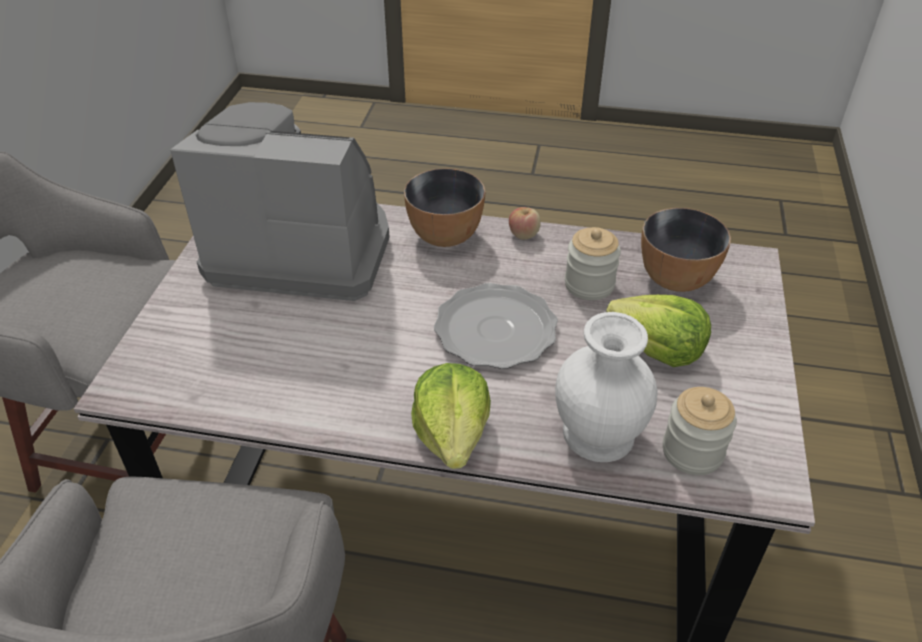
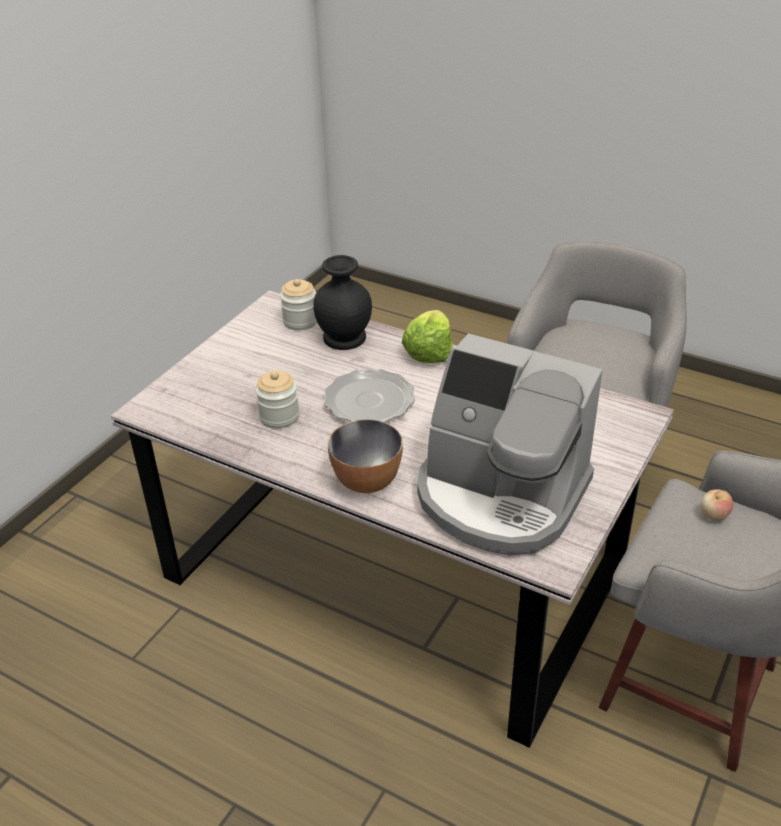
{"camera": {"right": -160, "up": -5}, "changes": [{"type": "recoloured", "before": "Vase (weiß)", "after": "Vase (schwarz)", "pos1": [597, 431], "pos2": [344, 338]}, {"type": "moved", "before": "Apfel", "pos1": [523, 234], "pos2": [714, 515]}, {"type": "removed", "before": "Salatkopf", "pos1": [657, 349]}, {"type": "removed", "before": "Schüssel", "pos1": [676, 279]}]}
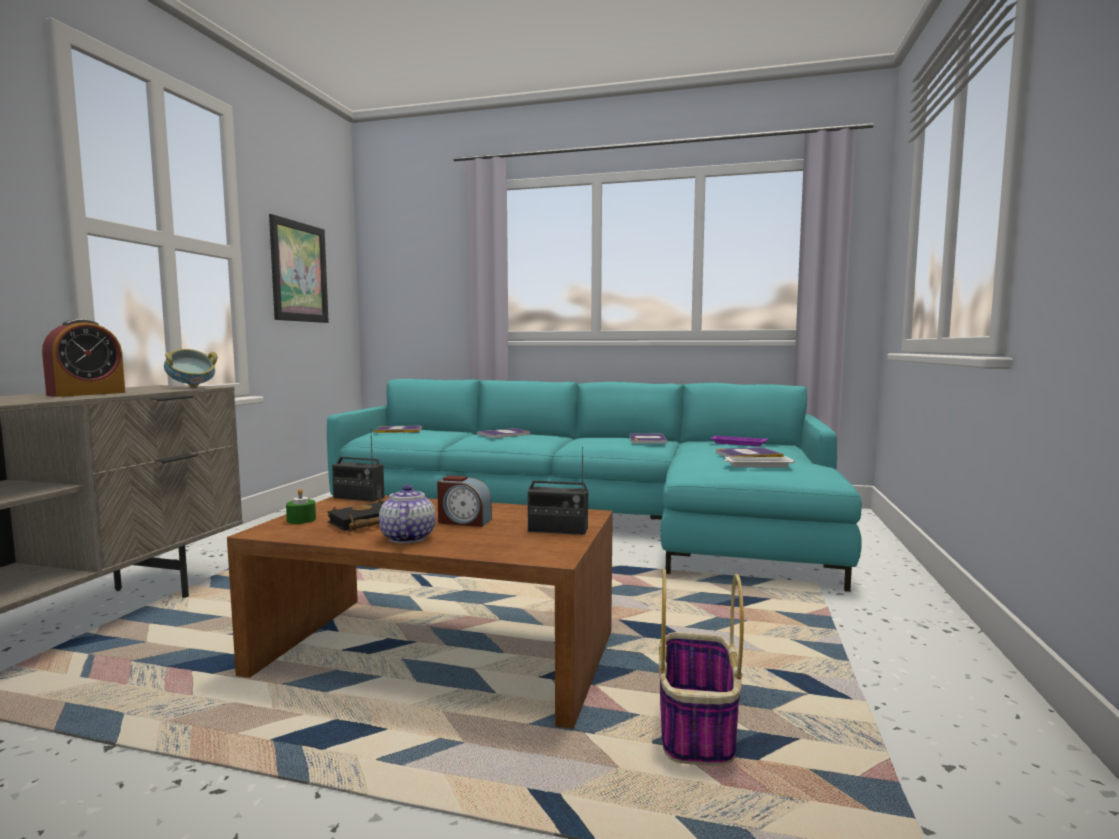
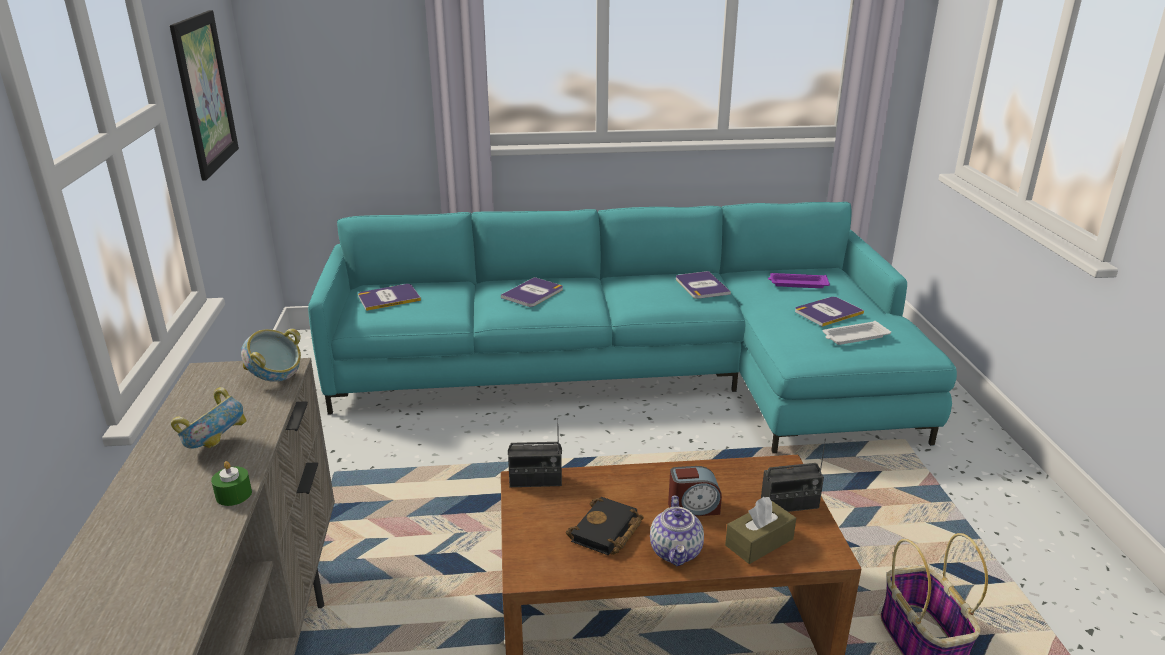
{"camera": {"right": -20, "up": 20}, "changes": [{"type": "replaced", "before": "Wecker", "after": "Schüssel", "pos1": [87, 394], "pos2": [217, 447]}, {"type": "moved", "before": "Kerze (grün)", "pos1": [301, 520], "pos2": [233, 495]}, {"type": "turned", "before": "Teekanne", "pos1": [407, 537], "pos2": [676, 552], "turn": -150}, {"type": "added", "after": "Taschentuchbox (braun)", "pos2": [759, 542]}]}
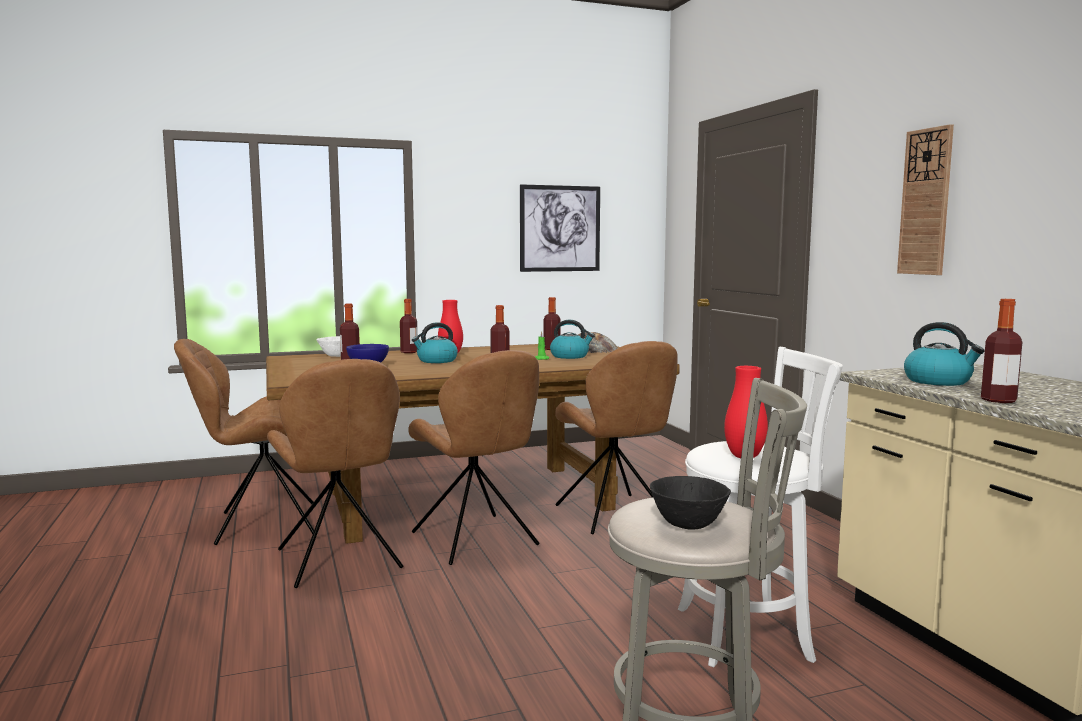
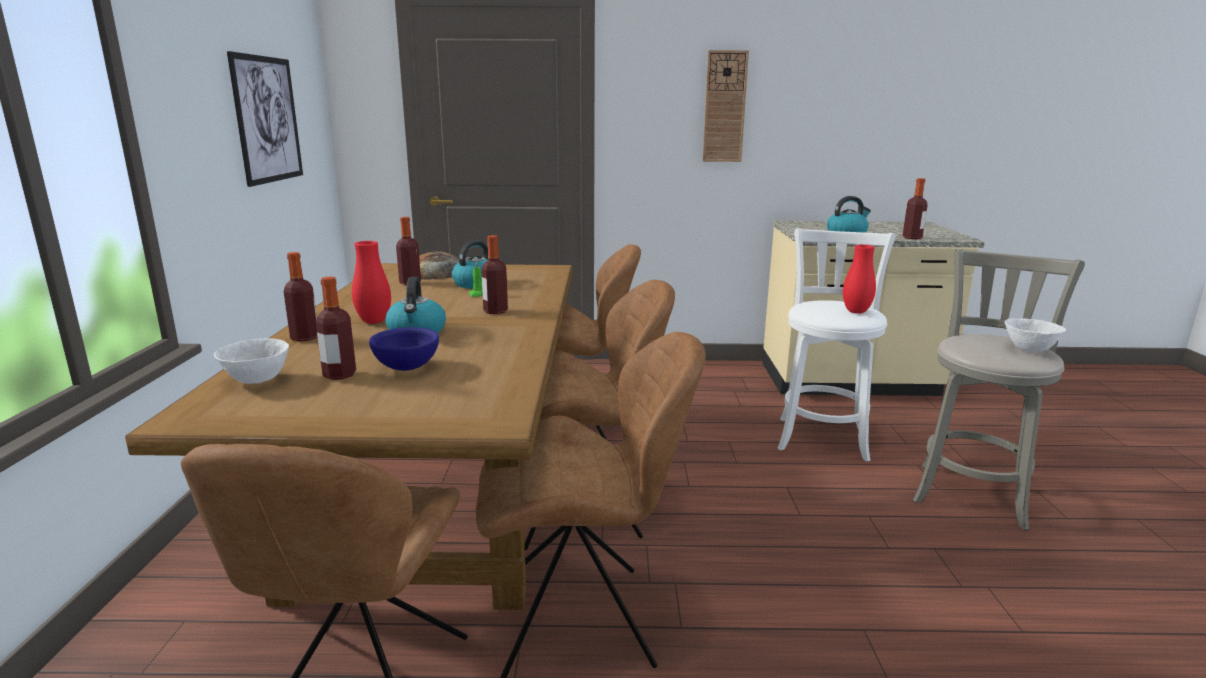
{"camera": {"right": -70, "up": 10}, "changes": [{"type": "recoloured", "before": "Schüssel (schwarz)", "after": "Schüssel (weiß)", "pos1": [688, 525], "pos2": [1028, 350]}]}
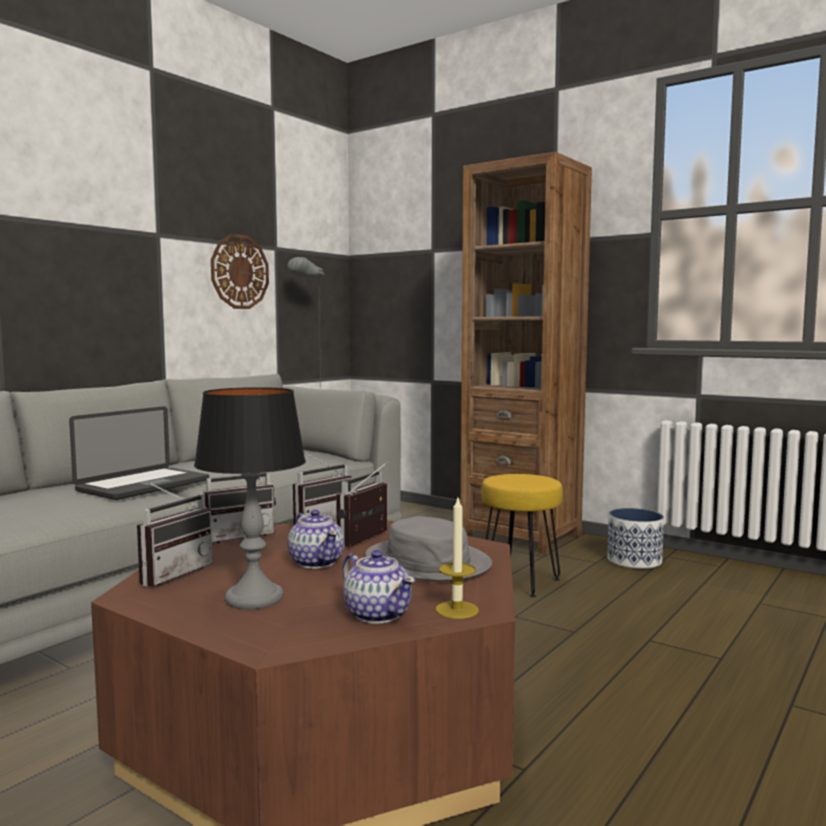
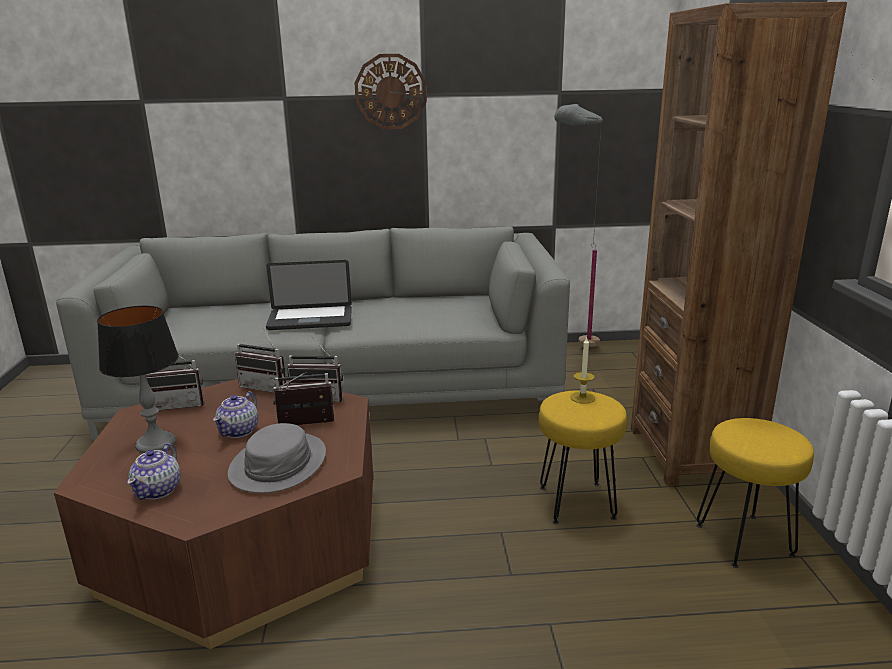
{"camera": {"right": 50, "up": 15}, "changes": [{"type": "moved", "before": "Wanduhr", "pos1": [239, 272], "pos2": [390, 92]}, {"type": "moved", "before": "Kerze", "pos1": [457, 610], "pos2": [582, 397]}, {"type": "replaced", "before": "Pflanzkübel", "after": "Hocker (gelb)", "pos1": [634, 561], "pos2": [744, 541]}]}
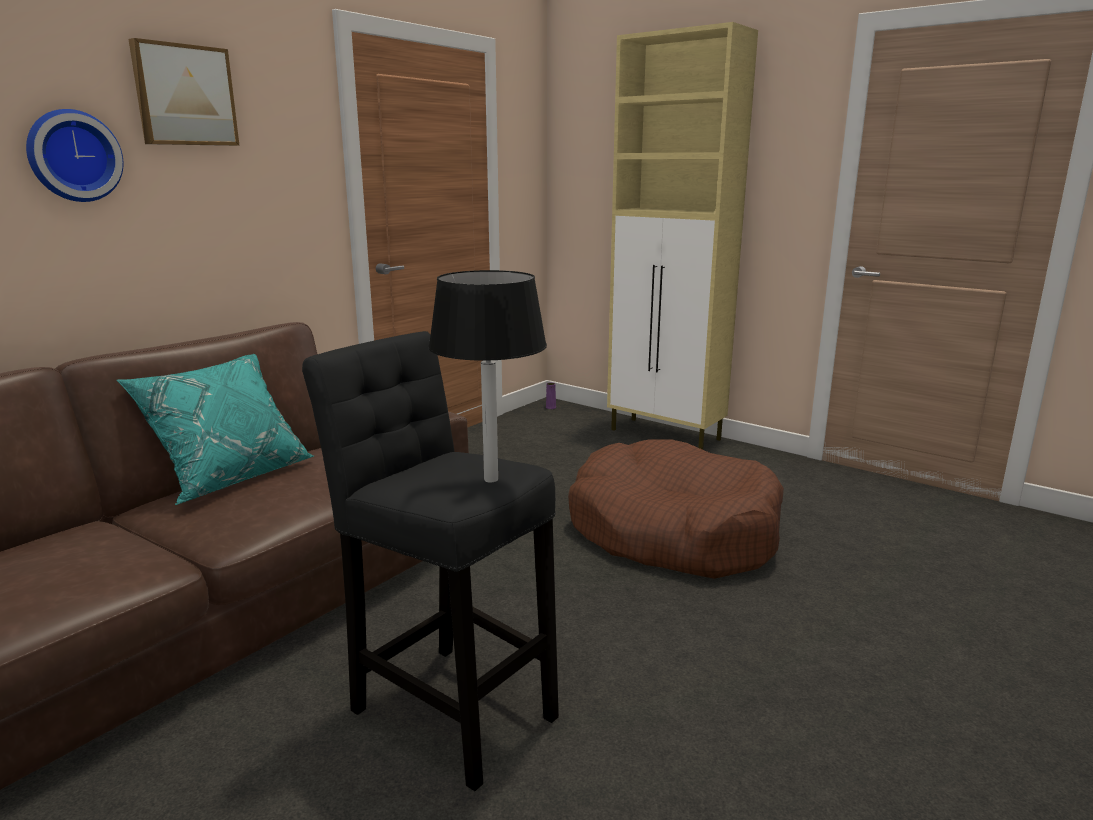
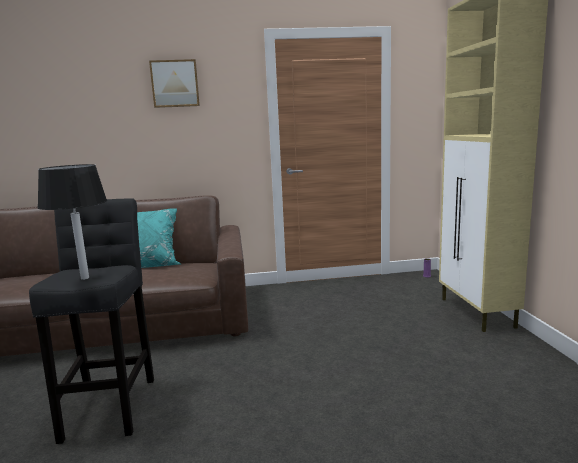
{"camera": {"right": 45, "up": -5}, "changes": [{"type": "removed", "before": "Wanduhr", "pos1": [73, 156]}, {"type": "removed", "before": "Hundebett (braun)", "pos1": [672, 531]}]}
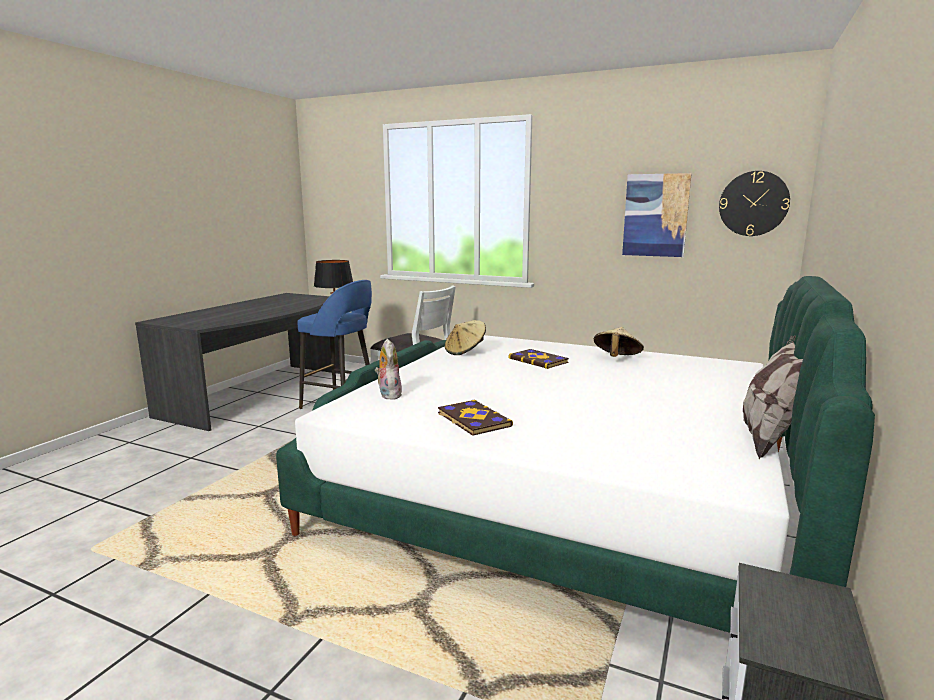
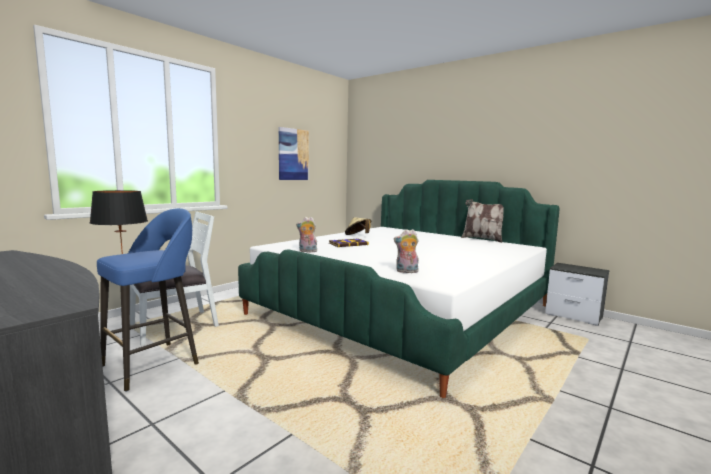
{"camera": {"right": -75, "up": -5}, "changes": [{"type": "replaced", "before": "Hut (beige)", "after": "Plüschtier", "pos1": [465, 351], "pos2": [307, 251]}, {"type": "removed", "before": "Buch", "pos1": [472, 420]}, {"type": "removed", "before": "Wanduhr", "pos1": [753, 203]}]}
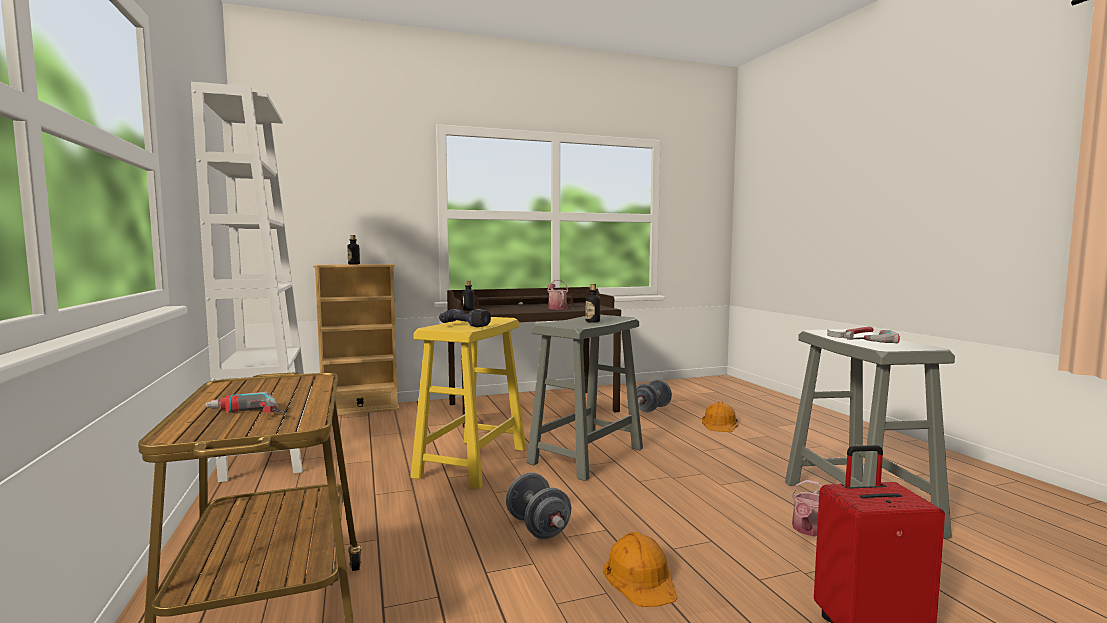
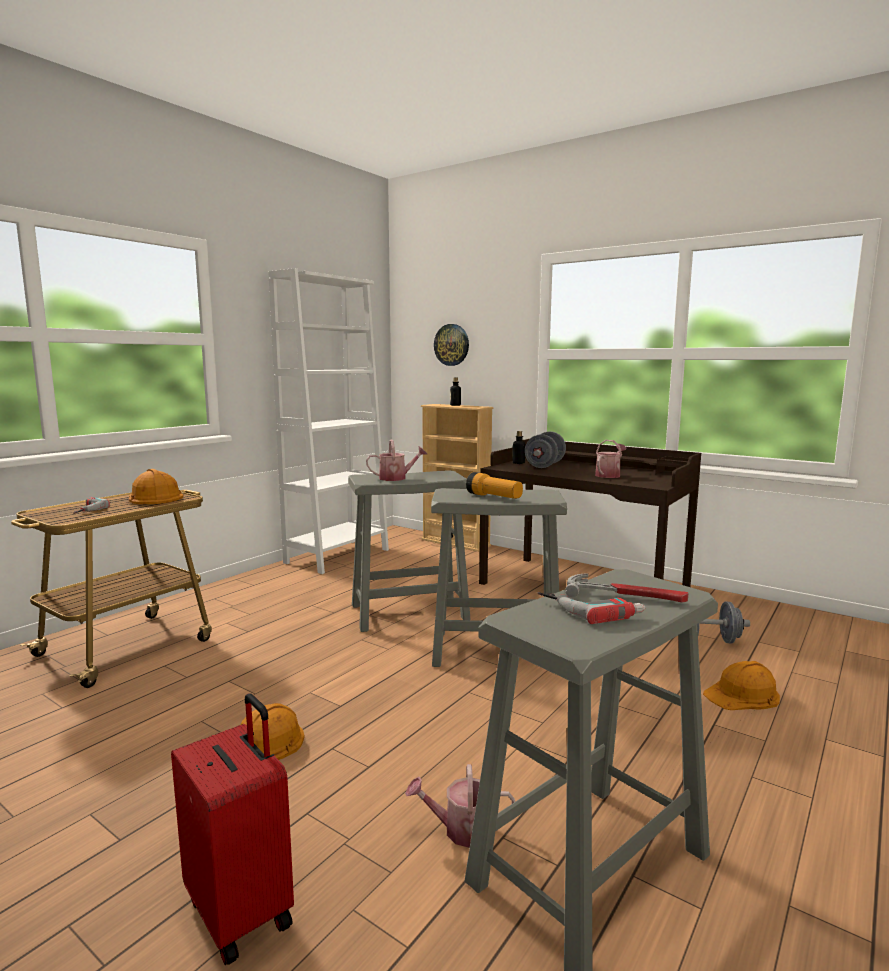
{"camera": {"right": 55, "up": 5}, "changes": [{"type": "added", "after": "Schutzhelm (orange)", "pos2": [153, 497]}, {"type": "recoloured", "before": "Hocker (gelb)", "after": "Hocker (grau)", "pos1": [472, 462], "pos2": [410, 612]}, {"type": "replaced", "before": "Bohrmaschine", "after": "Gießkanne", "pos1": [468, 324], "pos2": [396, 478]}, {"type": "added", "after": "Wanduhr", "pos2": [451, 345]}, {"type": "replaced", "before": "Flasche", "after": "Taschenlampe", "pos1": [592, 321], "pos2": [494, 497]}, {"type": "moved", "before": "Hantel (grau)", "pos1": [538, 527], "pos2": [545, 465]}]}
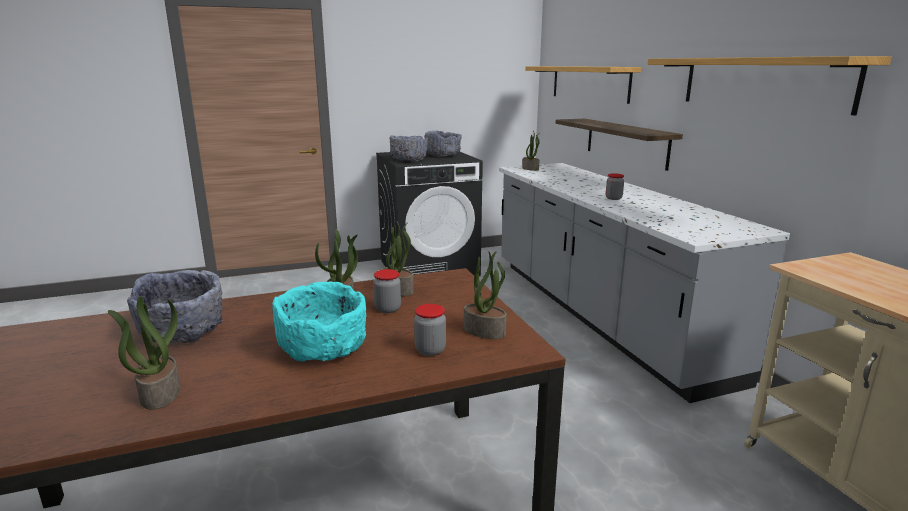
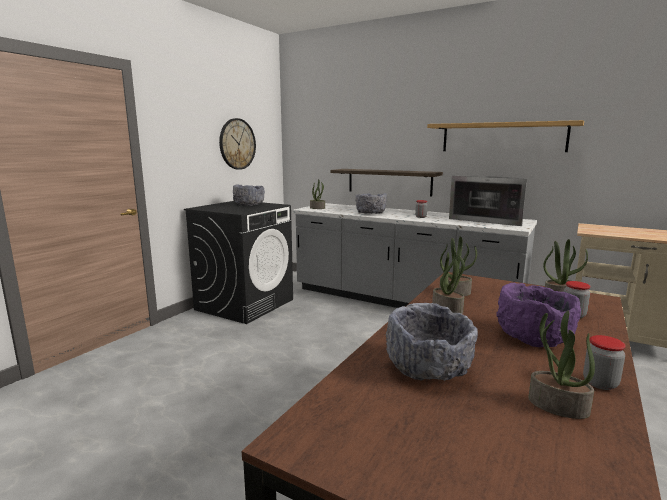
{"camera": {"right": -40, "up": -5}, "changes": [{"type": "added", "after": "Wanduhr", "pos2": [237, 144]}, {"type": "moved", "before": "Schüssel (grau)", "pos1": [408, 160], "pos2": [370, 213]}, {"type": "added", "after": "Mikrowelle", "pos2": [489, 219]}, {"type": "recoloured", "before": "Schüssel (türkis)", "after": "Schüssel (lila)", "pos1": [324, 348], "pos2": [533, 336]}, {"type": "moved", "before": "Vorratsglas", "pos1": [388, 309], "pos2": [600, 383]}, {"type": "removed", "before": "Wandregal", "pos1": [589, 83]}]}
